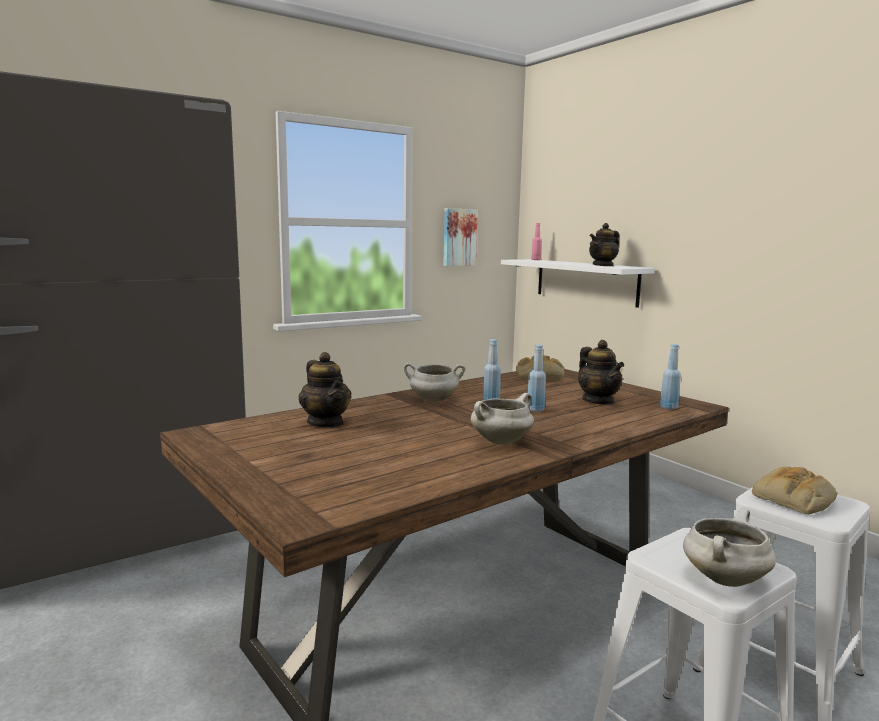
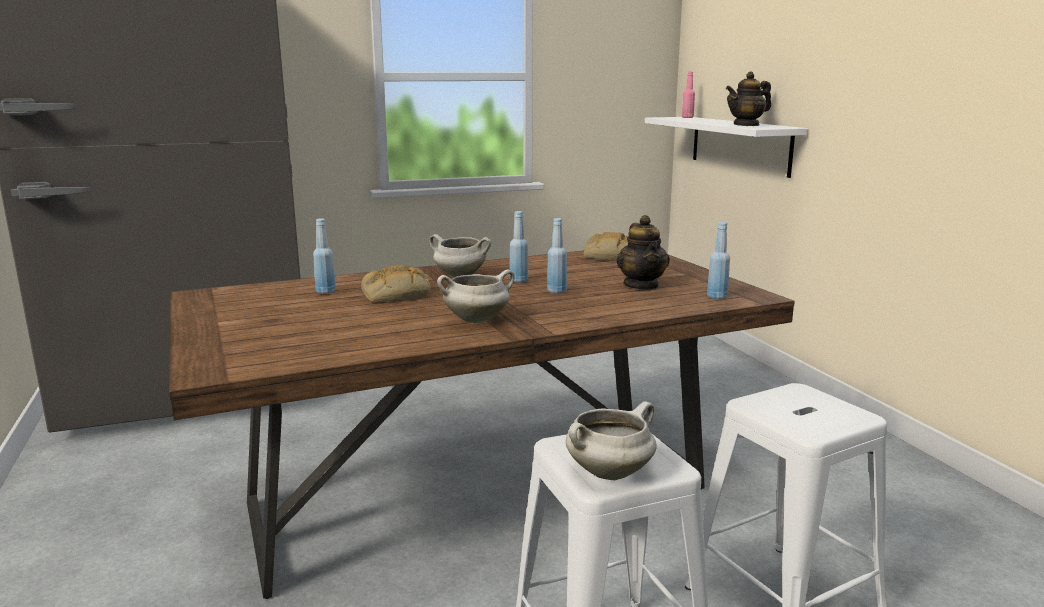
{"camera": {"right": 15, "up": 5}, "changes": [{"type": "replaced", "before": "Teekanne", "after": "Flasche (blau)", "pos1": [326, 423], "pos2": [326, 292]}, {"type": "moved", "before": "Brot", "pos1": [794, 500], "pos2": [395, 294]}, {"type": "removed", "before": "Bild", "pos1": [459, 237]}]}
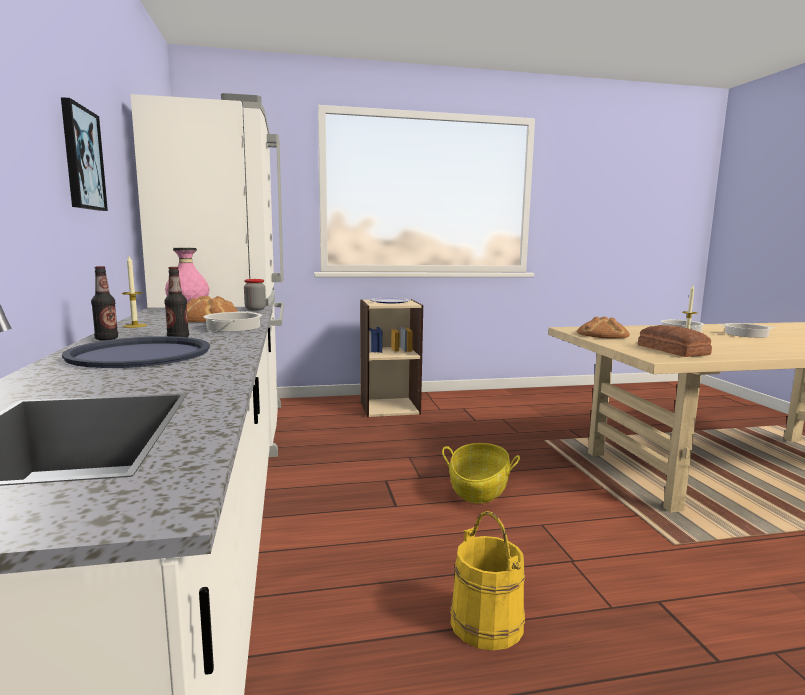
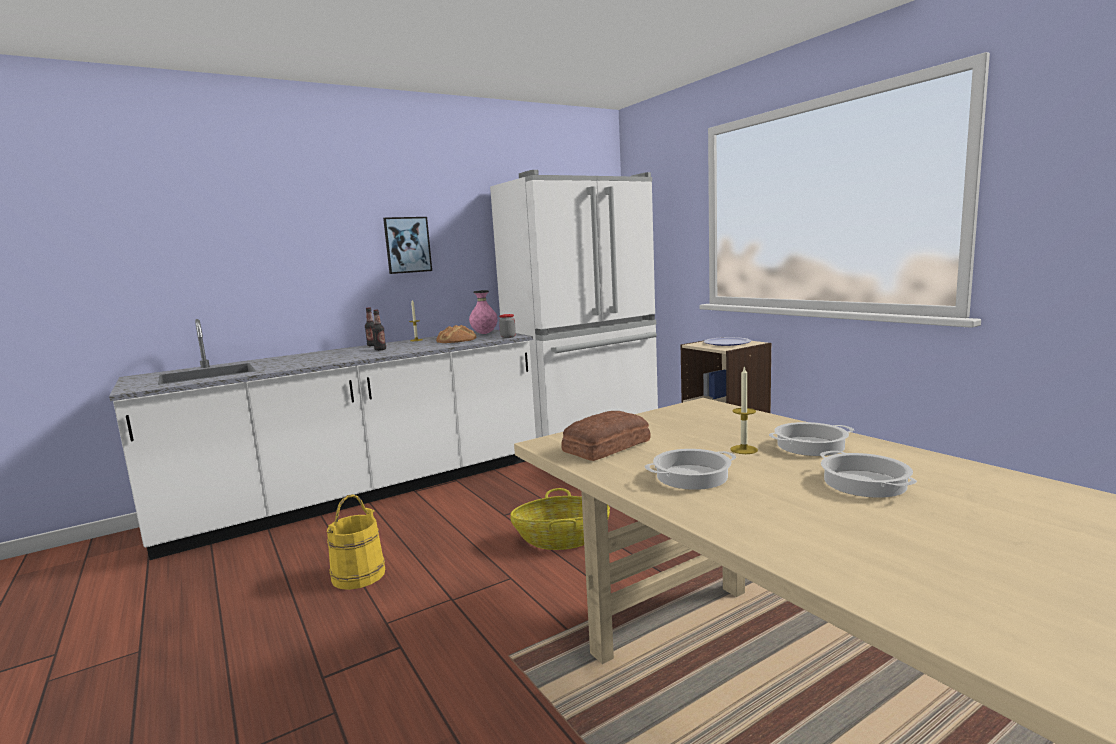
{"camera": {"right": 70, "up": 0}, "changes": [{"type": "moved", "before": "Kochtopf", "pos1": [233, 327], "pos2": [691, 476]}, {"type": "removed", "before": "Tablett (blau)", "pos1": [140, 354]}, {"type": "removed", "before": "Brot", "pos1": [602, 334]}]}
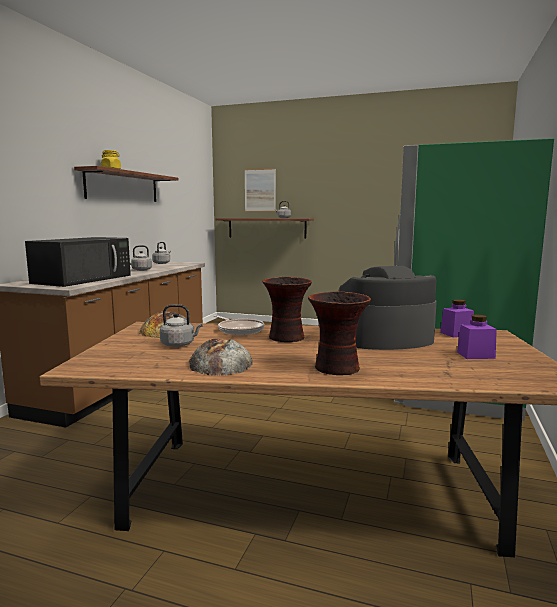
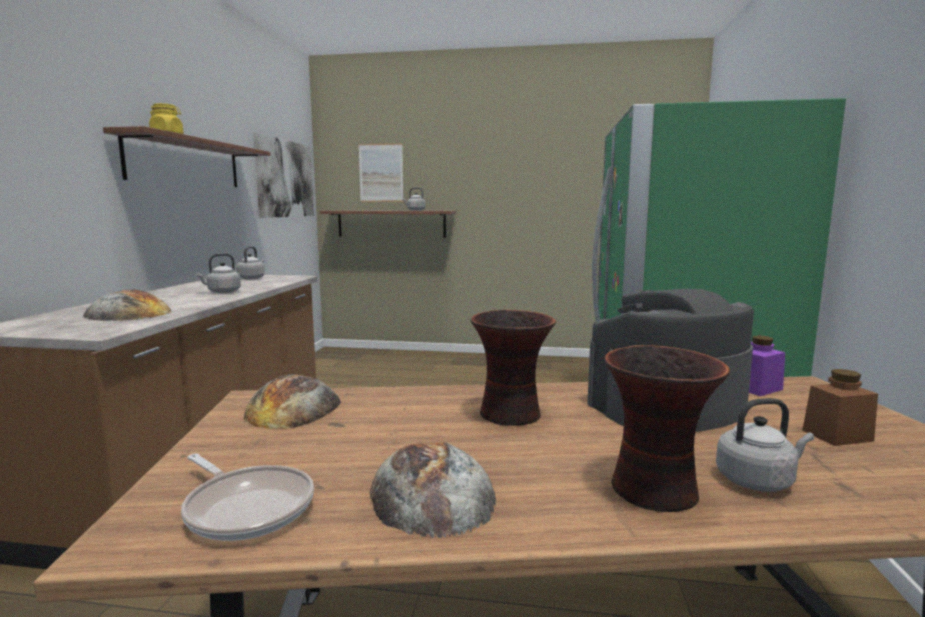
{"camera": {"right": -10, "up": 0}, "changes": [{"type": "replaced", "before": "Mikrowelle (schwarz)", "after": "Brot", "pos1": [84, 279], "pos2": [127, 313]}, {"type": "moved", "before": "Pfanne", "pos1": [239, 330], "pos2": [247, 507]}, {"type": "added", "after": "Bild", "pos2": [285, 178]}, {"type": "moved", "before": "Wasserkessel (grau)", "pos1": [179, 344], "pos2": [757, 480]}, {"type": "recoloured", "before": "Vorratsglas (lila)", "after": "Vorratsglas (braun)", "pos1": [475, 355], "pos2": [837, 435]}]}
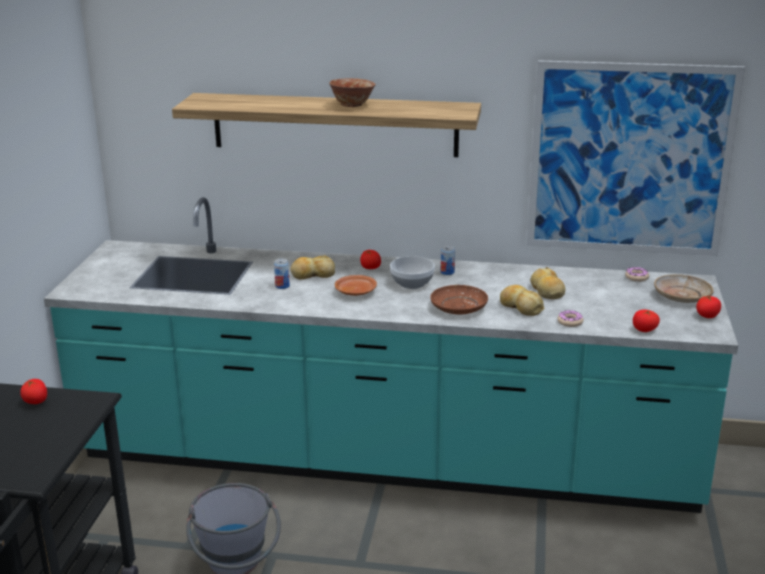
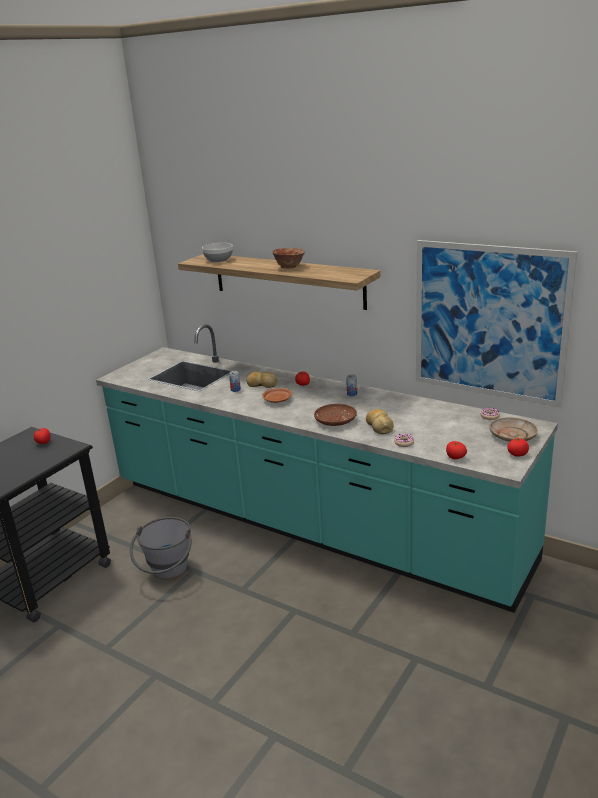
{"camera": {"right": 25, "up": 0}, "changes": [{"type": "moved", "before": "Schüssel", "pos1": [412, 283], "pos2": [219, 260]}, {"type": "removed", "before": "Brot", "pos1": [547, 291]}]}
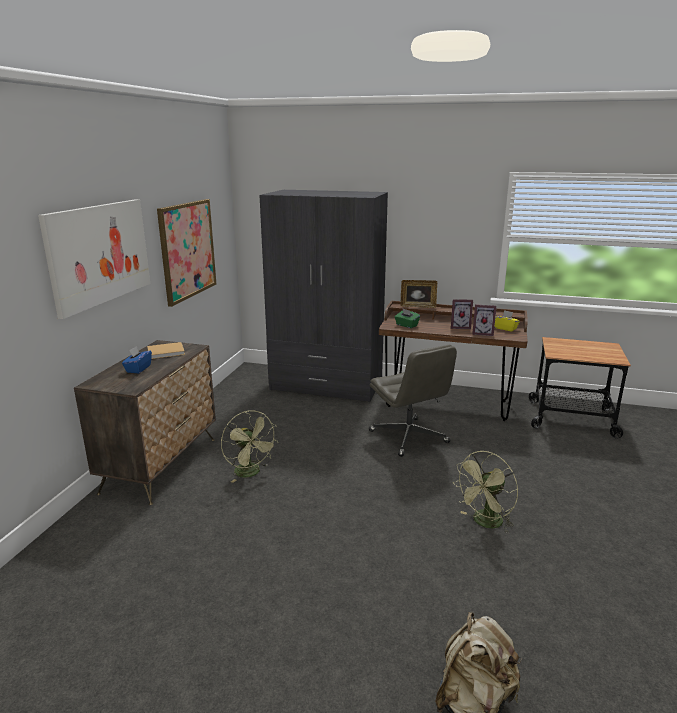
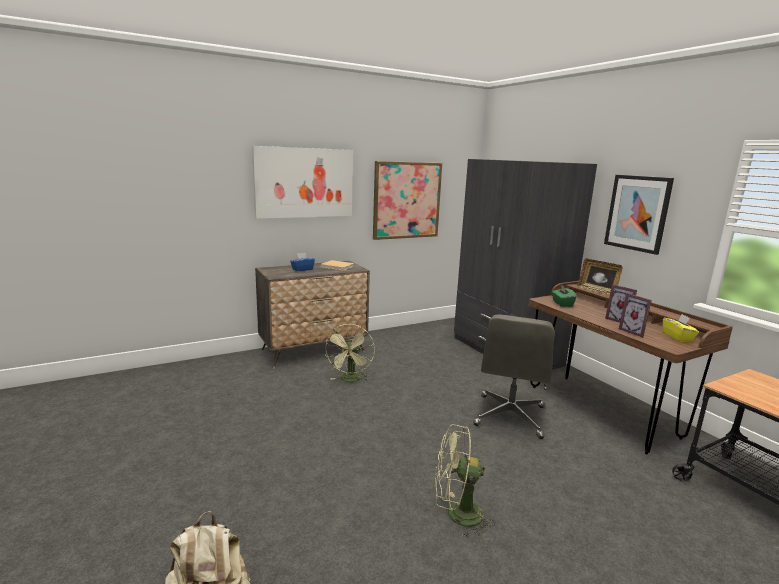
{"camera": {"right": 45, "up": -5}, "changes": [{"type": "added", "after": "Bild", "pos2": [637, 213]}]}
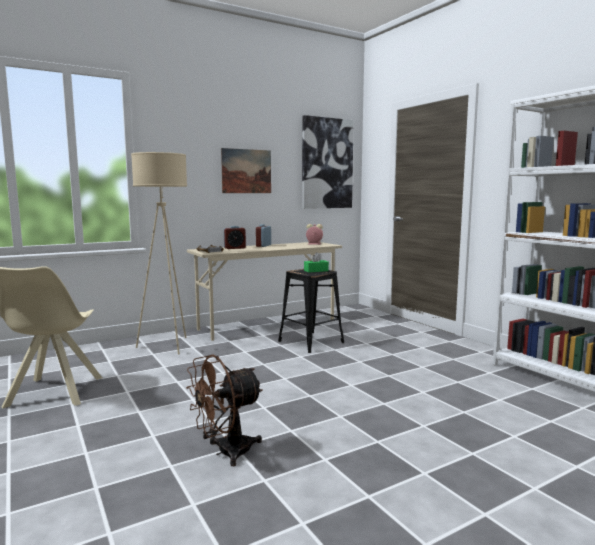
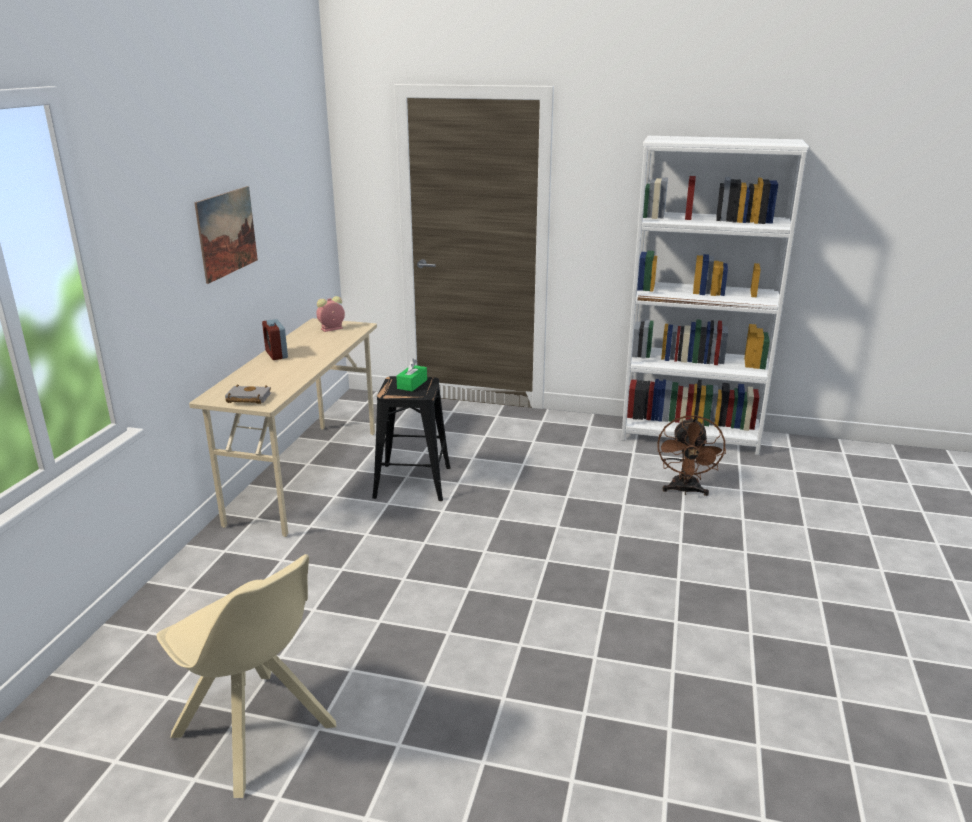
{"camera": {"right": -45, "up": 15}, "changes": [{"type": "moved", "before": "Ventilator (braun)", "pos1": [226, 452], "pos2": [685, 491]}, {"type": "removed", "before": "Stehlampe (beige)", "pos1": [167, 346]}, {"type": "removed", "before": "Wecker", "pos1": [234, 248]}, {"type": "removed", "before": "Bild", "pos1": [327, 163]}]}
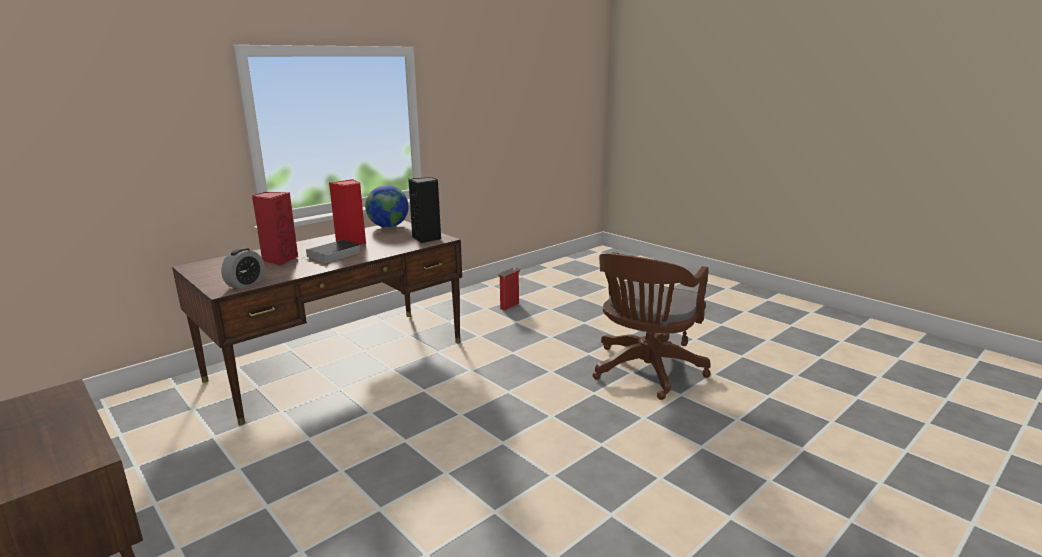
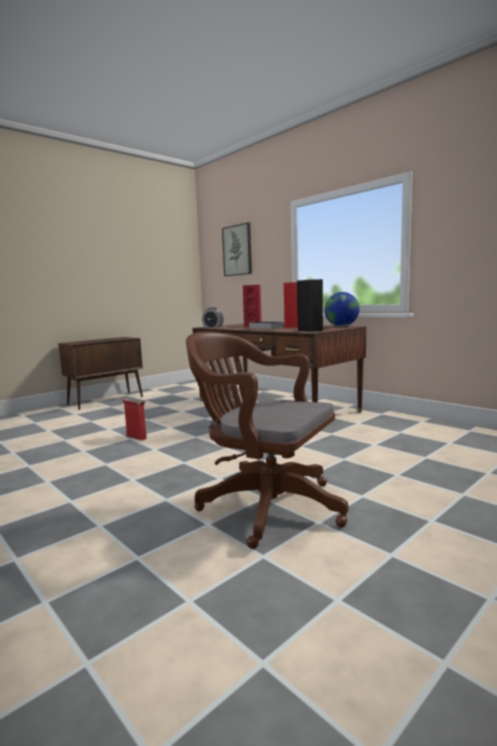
{"camera": {"right": 90, "up": -10}, "changes": [{"type": "moved", "before": "Karton", "pos1": [510, 306], "pos2": [137, 437]}, {"type": "added", "after": "Bild", "pos2": [237, 250]}]}
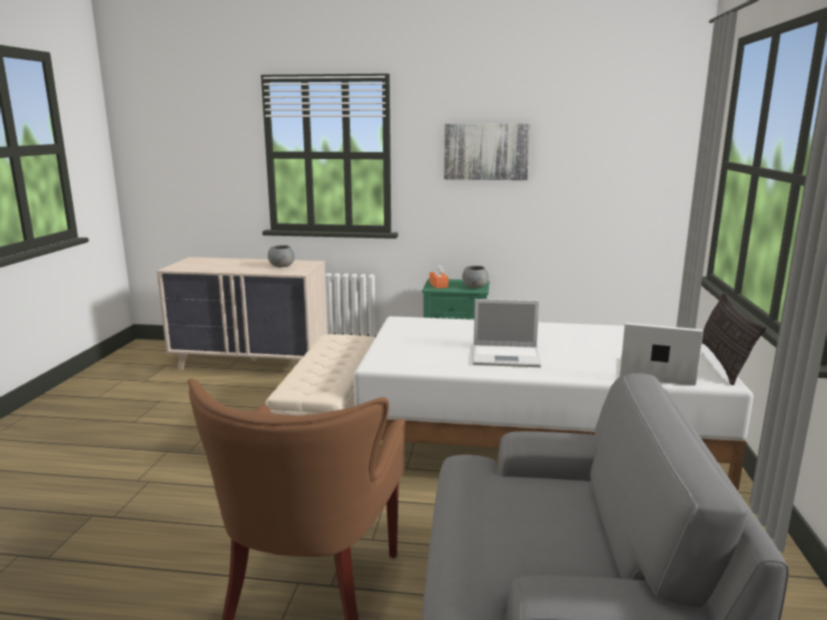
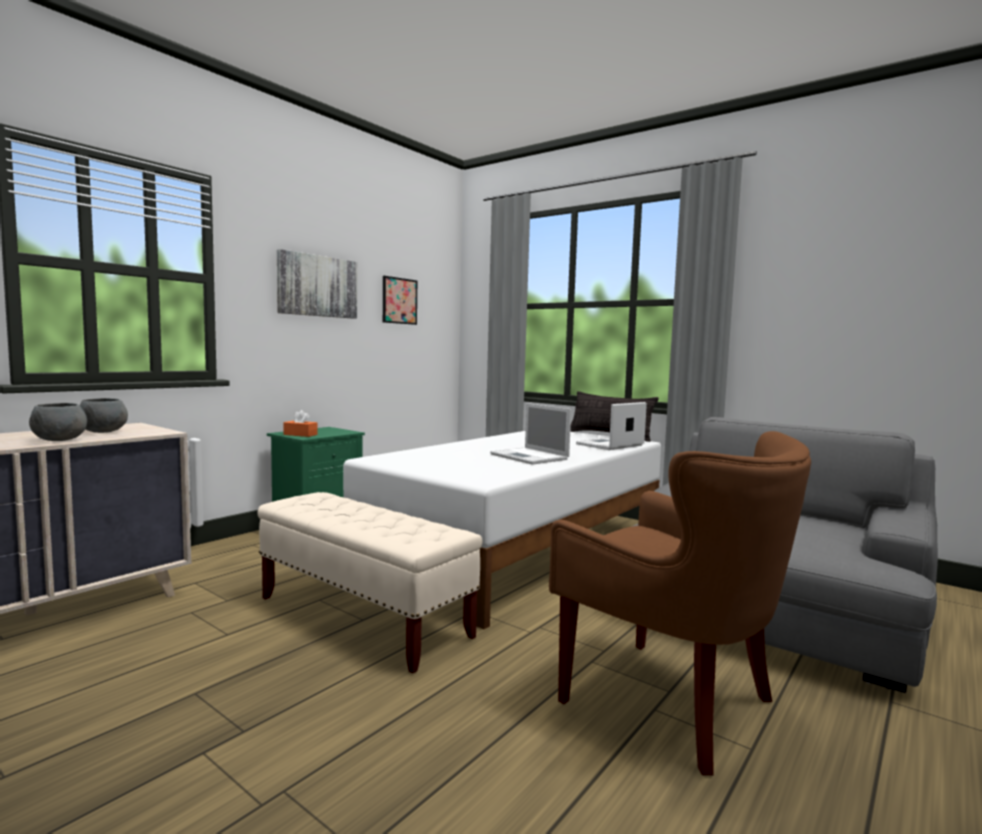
{"camera": {"right": -60, "up": -10}, "changes": [{"type": "moved", "before": "Schüssel (grau)", "pos1": [474, 287], "pos2": [59, 440]}, {"type": "added", "after": "Bild", "pos2": [399, 301]}, {"type": "turned", "before": "Laptop", "pos1": [507, 356], "pos2": [530, 457], "turn": 105}]}
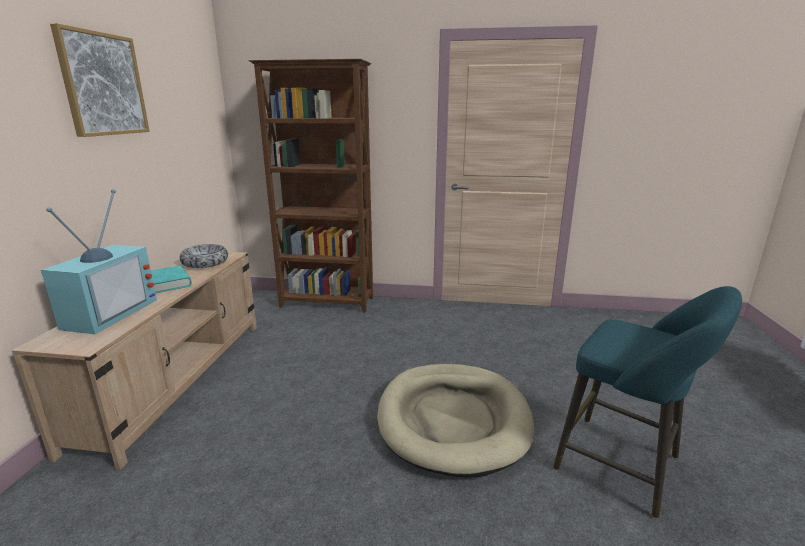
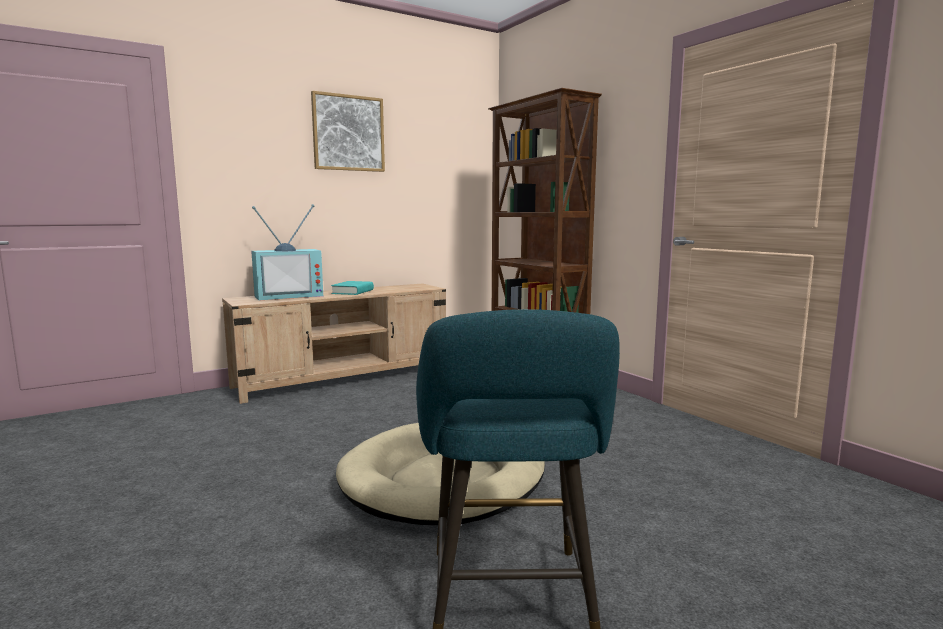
{"camera": {"right": 50, "up": -10}, "changes": [{"type": "removed", "before": "Schüssel", "pos1": [205, 262]}]}
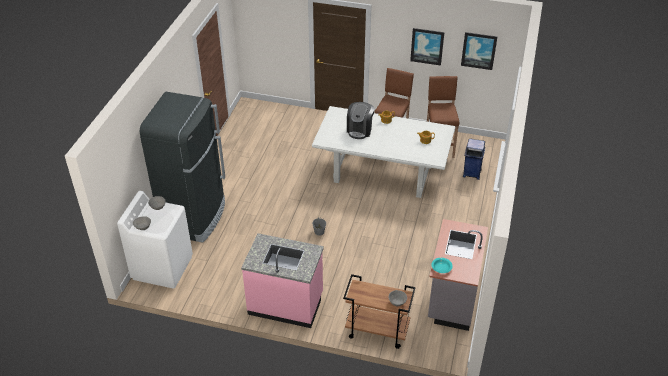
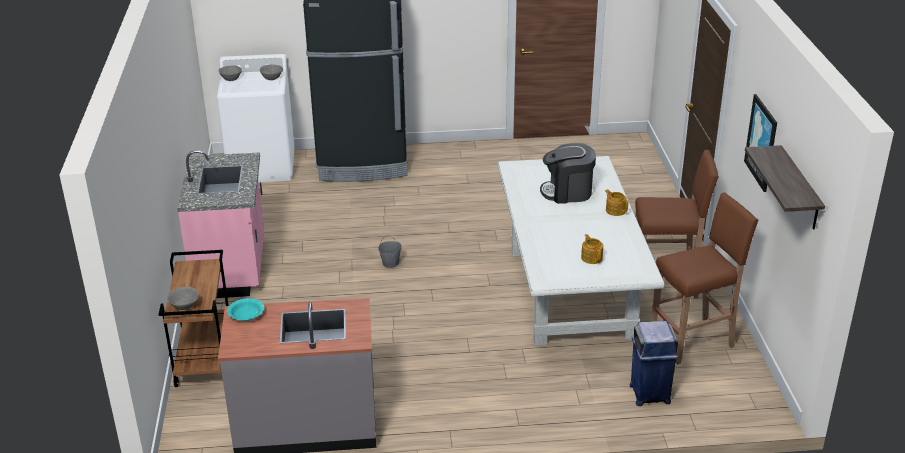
{"camera": {"right": 70, "up": -10}, "changes": [{"type": "replaced", "before": "Bild", "after": "Wandregal", "pos1": [479, 50], "pos2": [799, 189]}]}
